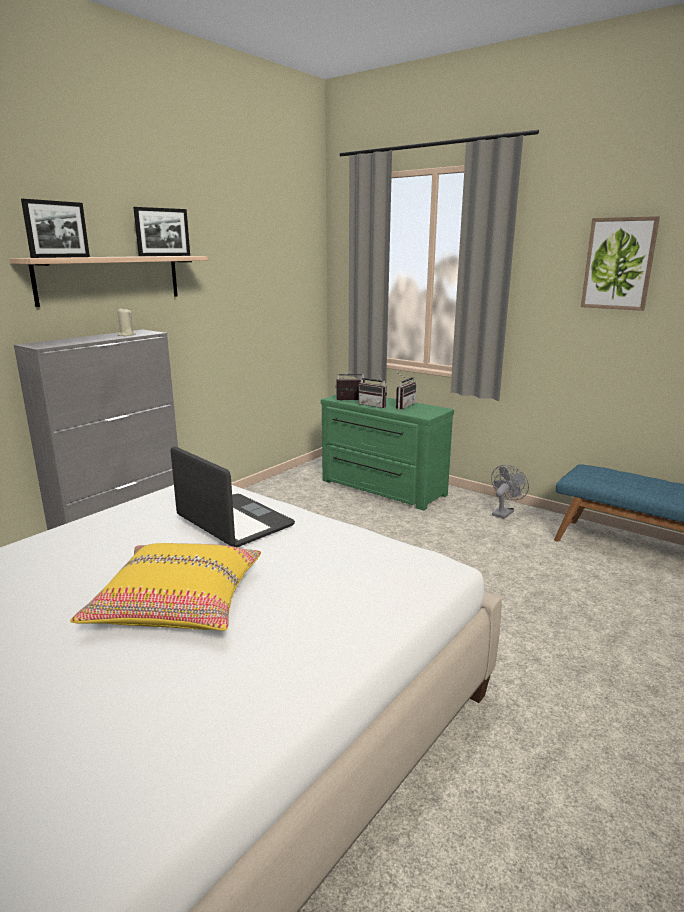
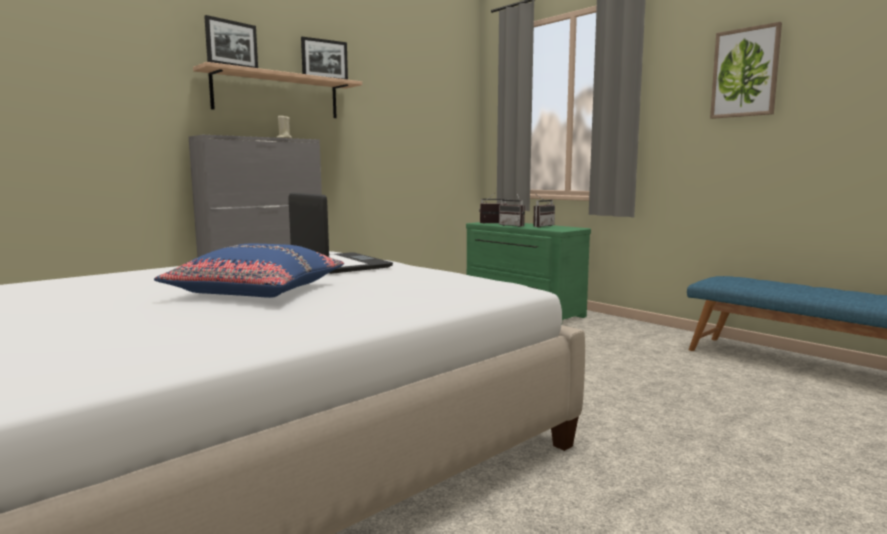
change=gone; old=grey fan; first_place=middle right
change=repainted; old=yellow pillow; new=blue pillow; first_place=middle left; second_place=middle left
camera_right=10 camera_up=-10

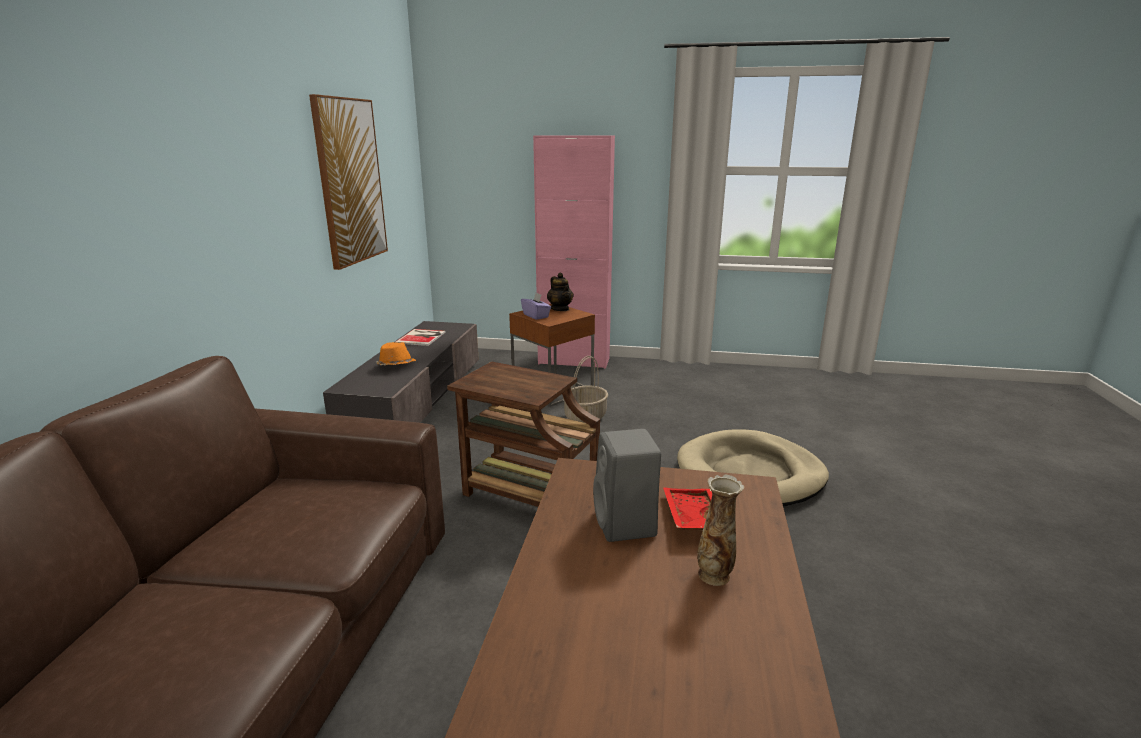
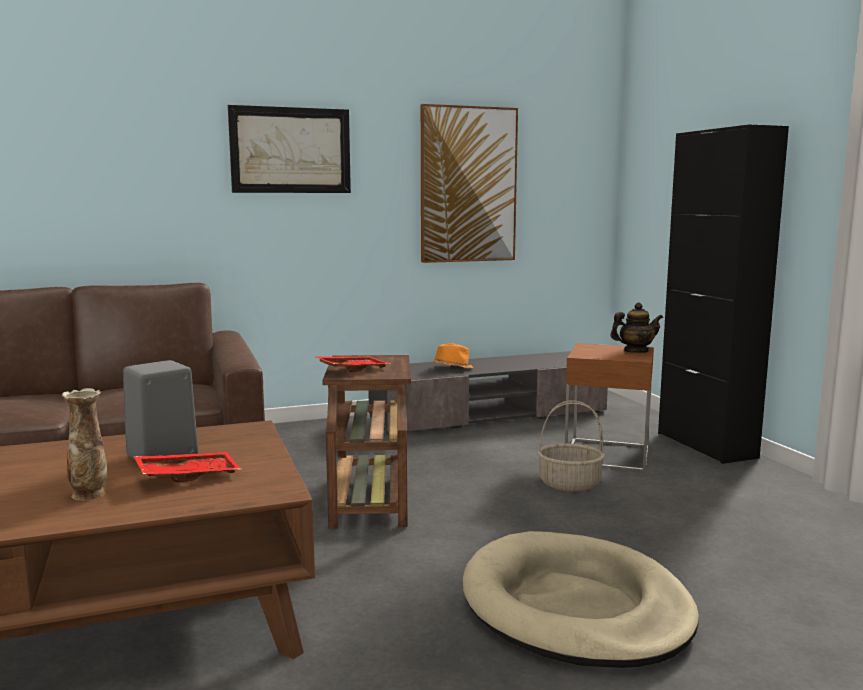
change=gone; old=book; first_place=centre
change=gone; old=purple tissue box; first_place=centre
change=new; new=picture (no. 1 from left); second_place=top centre
change=new; new=red tray (no. 2 from left); second_place=centre
change=repainted; old=pink cabinet; new=black cabinet; first_place=centre; second_place=middle right
change=rotated; old=teapot; first_place=centre; second_place=middle right; degrees=-135
camera_right=60 camera_up=-10

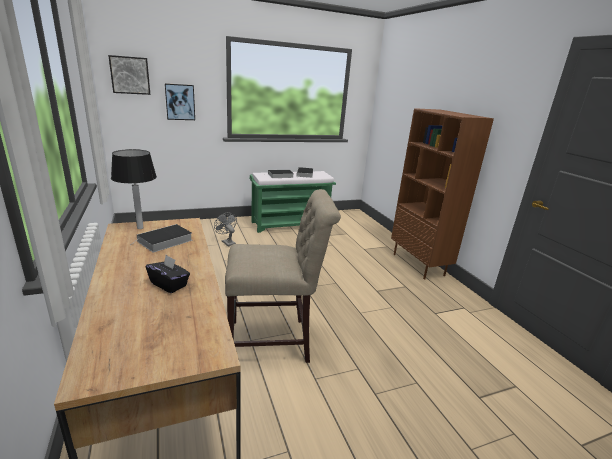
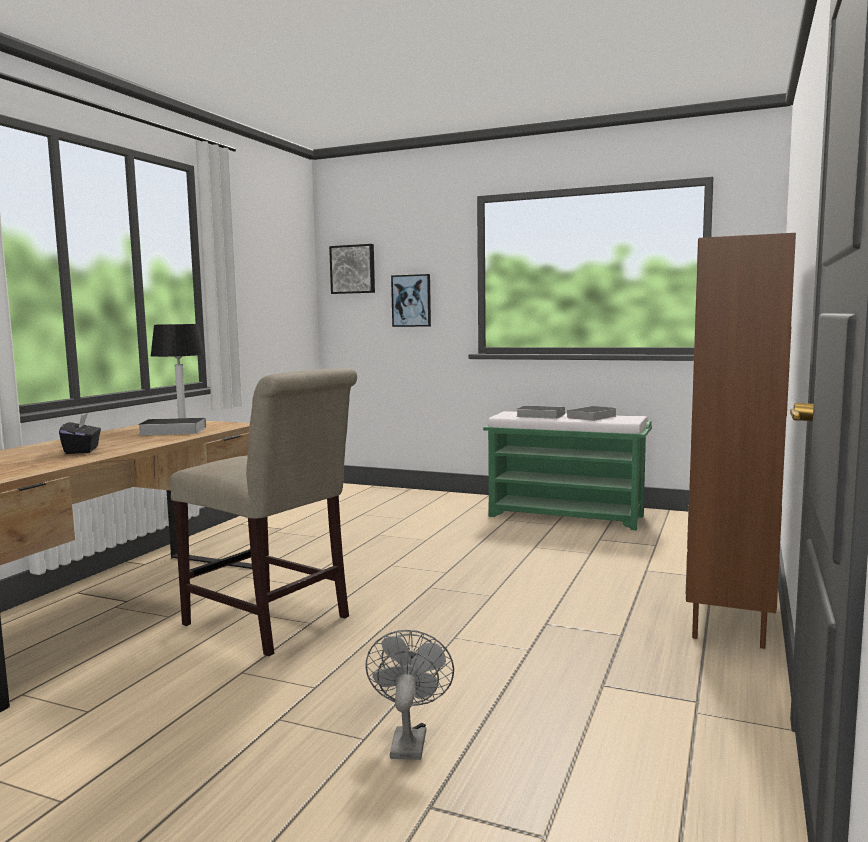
change=shifted; old=grey fan; first_place=centre; second_place=bottom centre
camera_right=45 camera_up=-15

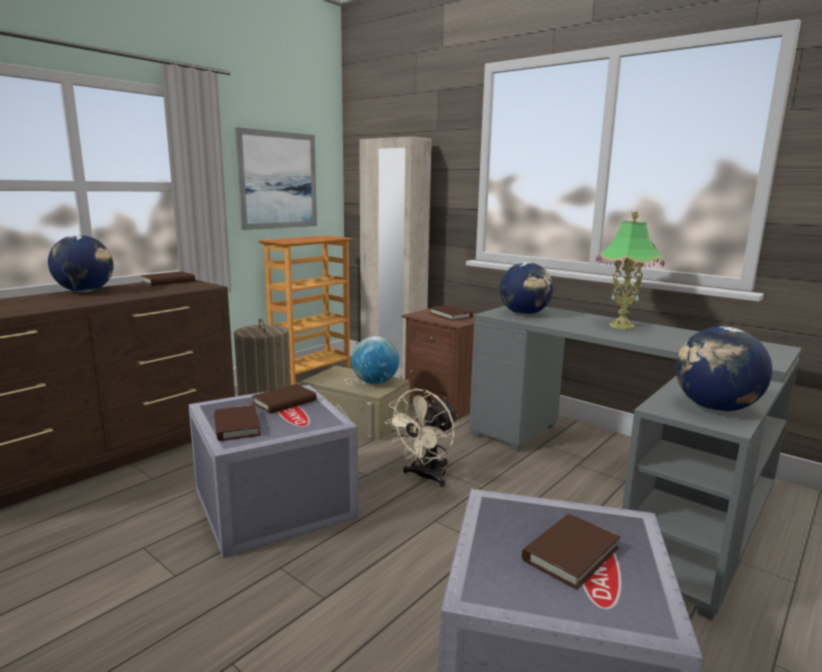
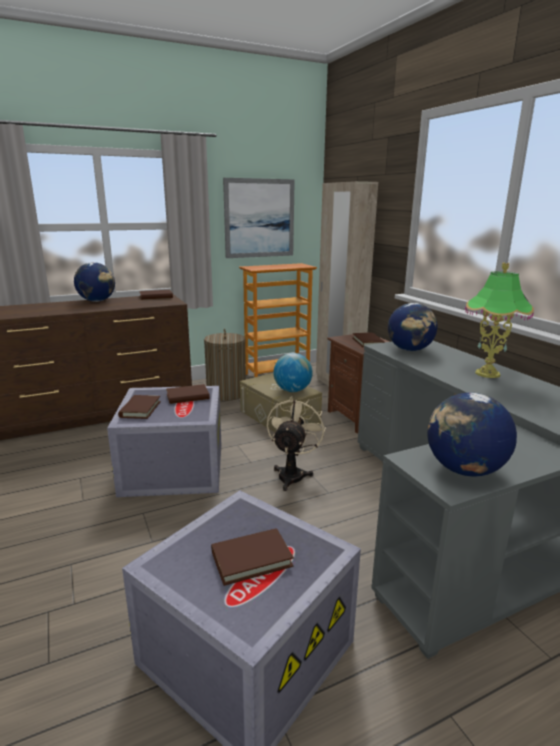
change=rotated; old=beige fan; first_place=centre; second_place=centre; degrees=135
camera_right=25 camera_up=5

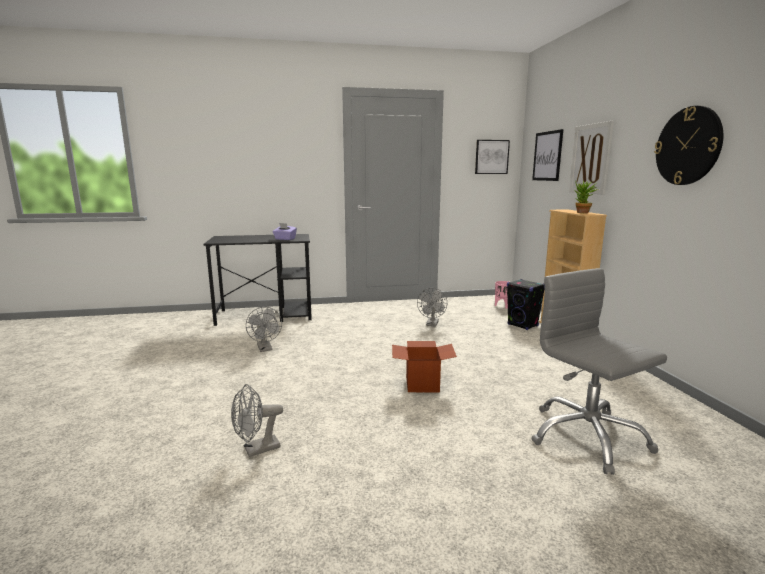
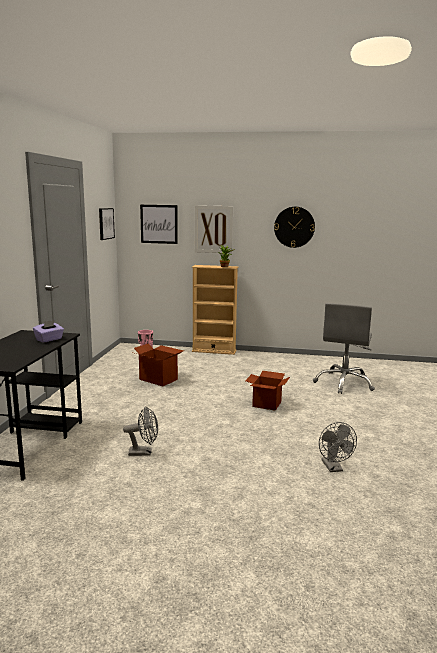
change=gone; old=black speaker; first_place=middle right
change=swapped; old=grey fan (no. 3 from left); new=cardboard box (no. 1 from left); first_place=centre; second_place=centre
change=rotated; old=grey office chair; first_place=middle right; second_place=middle right; degrees=-60
camera_right=-70 camera_up=0

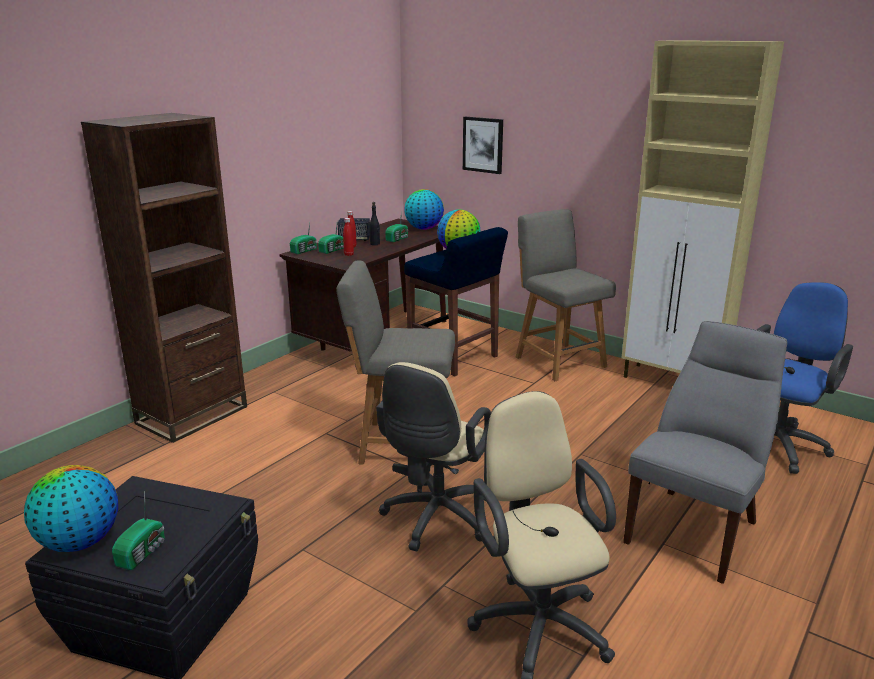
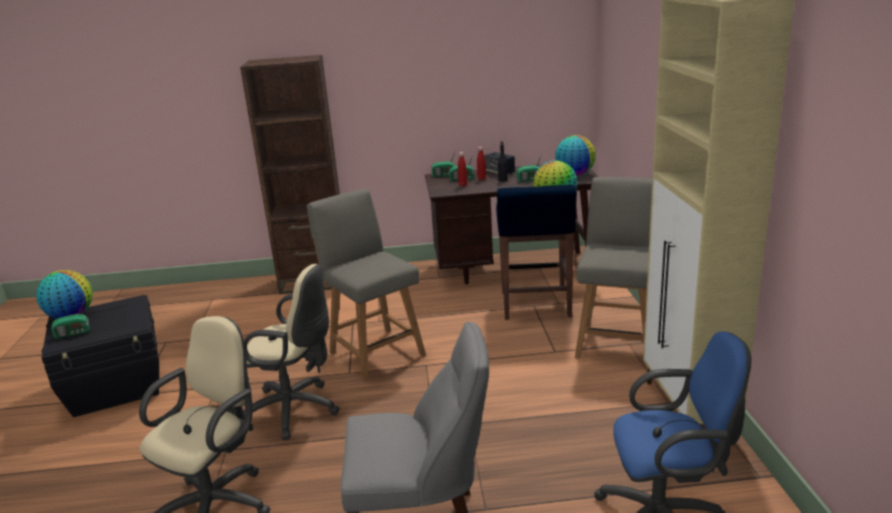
change=gone; old=picture; first_place=top centre
change=rotated; old=beige office chair (no. 1 from left in the first image); first_place=bottom centre; second_place=bottom left; degrees=-150
camera_right=50 camera_up=0

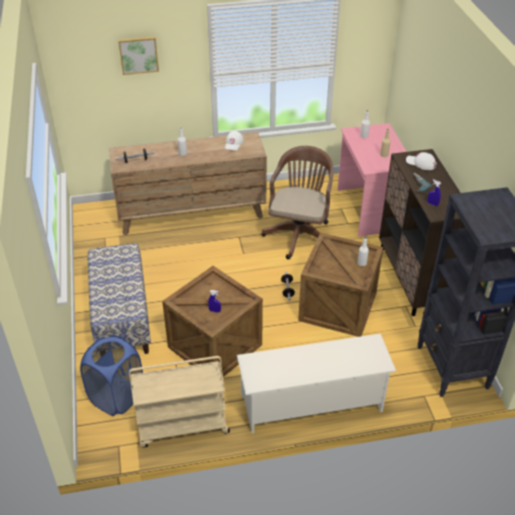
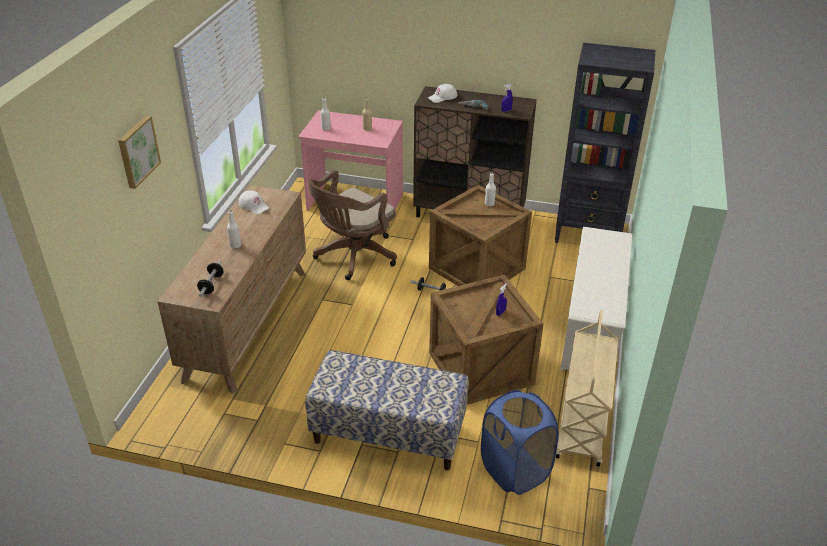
change=rotated; old=brown office chair; first_place=centre; second_place=centre; degrees=-90
camera_right=-65 camera_up=-5

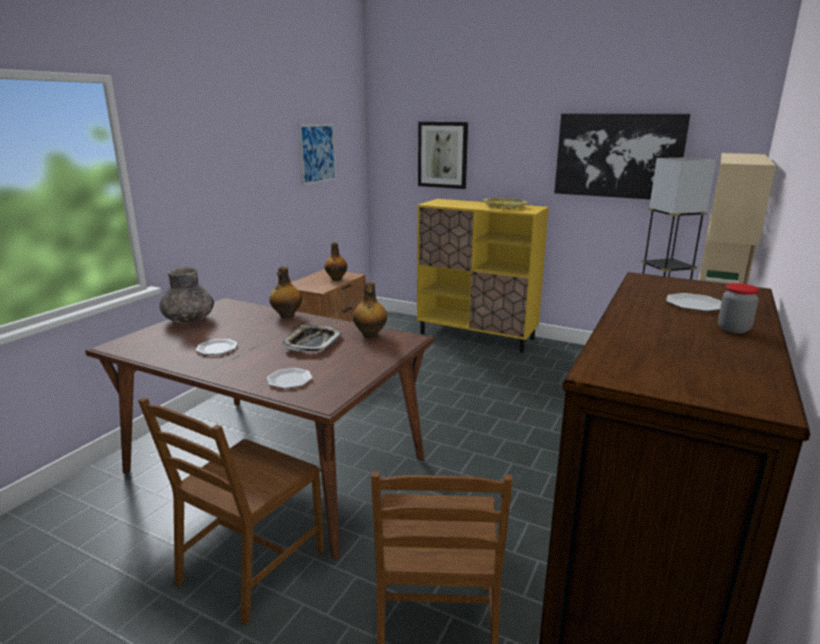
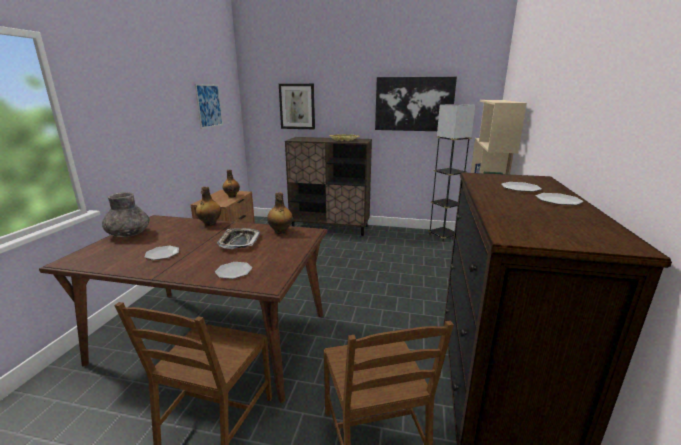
change=swapped; old=jar; new=plate (no. 4 from left); first_place=middle right; second_place=middle right
change=repainted; old=yellow cabinet; new=brown cabinet; first_place=centre; second_place=centre
camera_right=-15 camera_up=0

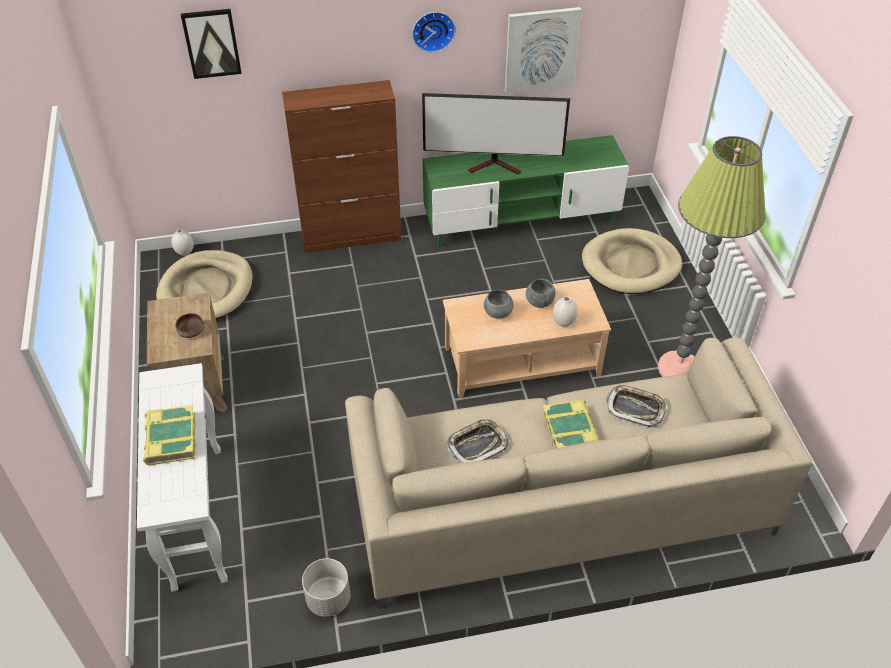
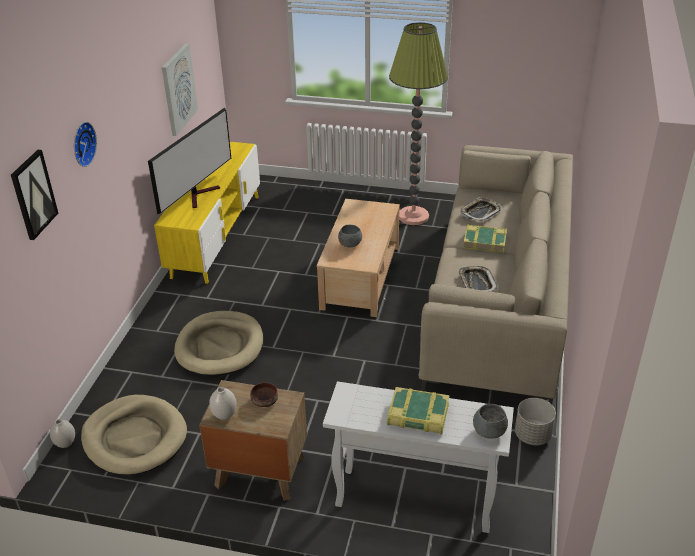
change=gone; old=brown cabinet; first_place=top centre
change=shifted; old=wall clock; first_place=top centre; second_place=top left
change=shifted; old=grey bowl (no. 2 from left); first_place=centre; second_place=bottom right
change=shifted; old=white vase (no. 2 from left); first_place=centre; second_place=bottom left
change=shifted; old=beige dog bed (no. 2 from left); first_place=middle right; second_place=middle left
change=repainted; old=green tv stand; new=yellow tv stand; first_place=top centre; second_place=middle left
camera_right=-65 camera_up=-10

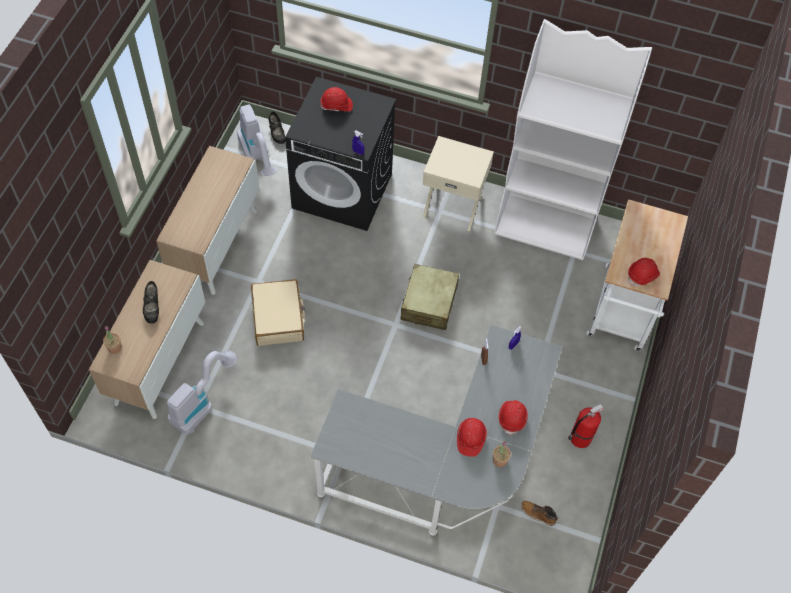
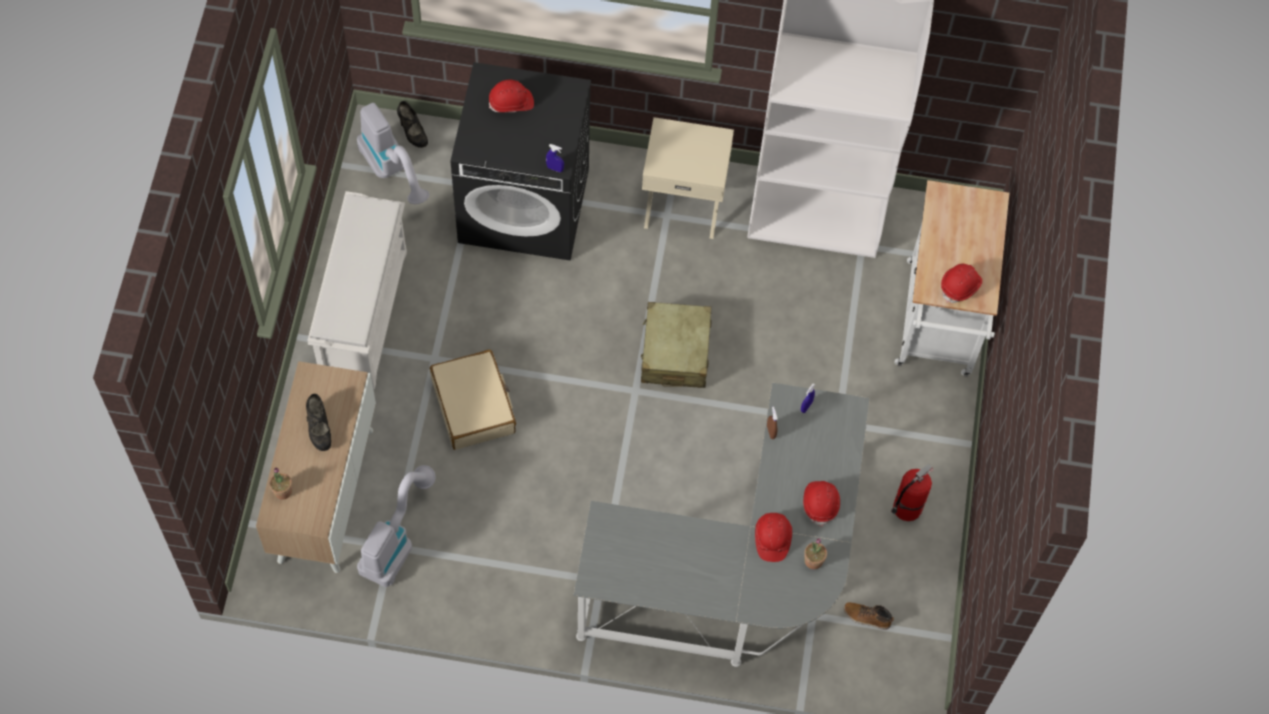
change=swapped; old=cabinet (no. 2 from left); new=white shoe rack; first_place=middle left; second_place=middle left
camera_right=-10 camera_up=5

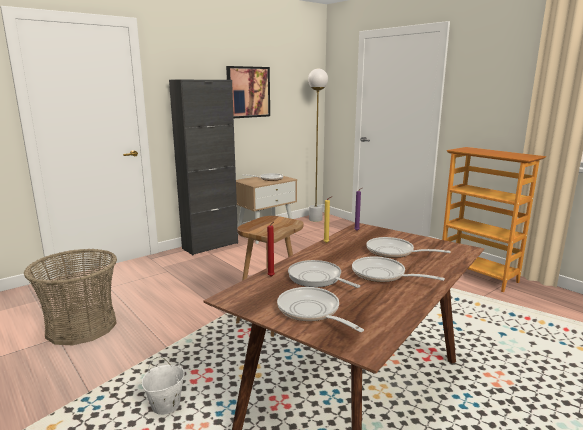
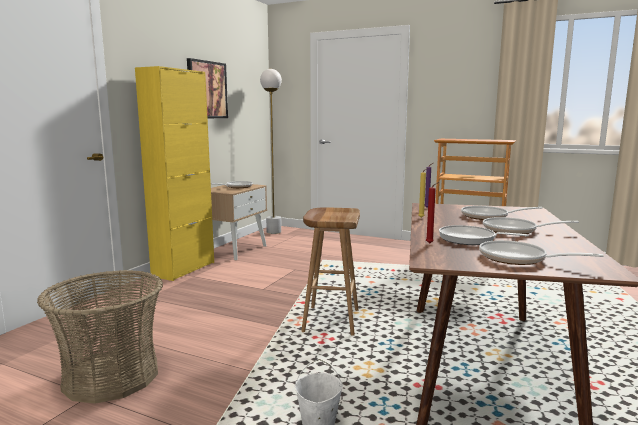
change=repainted; old=black cabinet; new=yellow cabinet; first_place=centre; second_place=middle left
camera_right=-25 camera_up=-5

